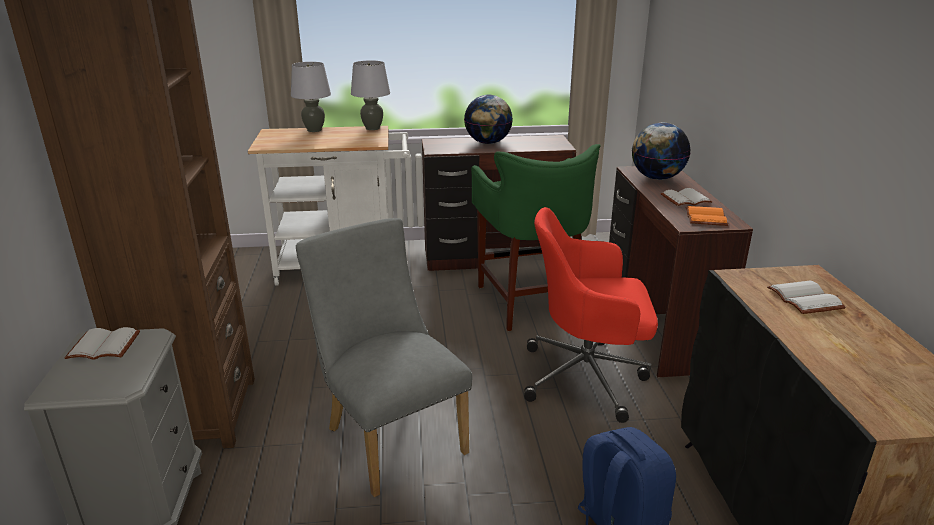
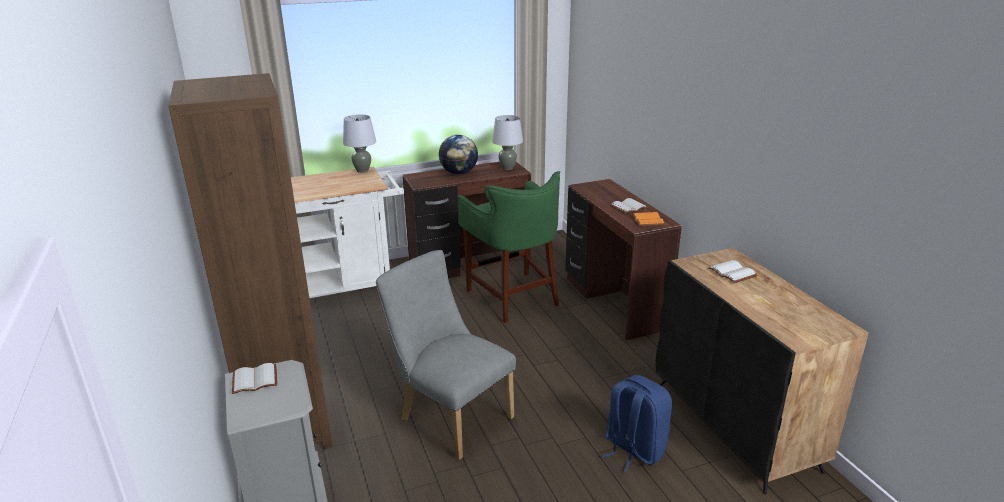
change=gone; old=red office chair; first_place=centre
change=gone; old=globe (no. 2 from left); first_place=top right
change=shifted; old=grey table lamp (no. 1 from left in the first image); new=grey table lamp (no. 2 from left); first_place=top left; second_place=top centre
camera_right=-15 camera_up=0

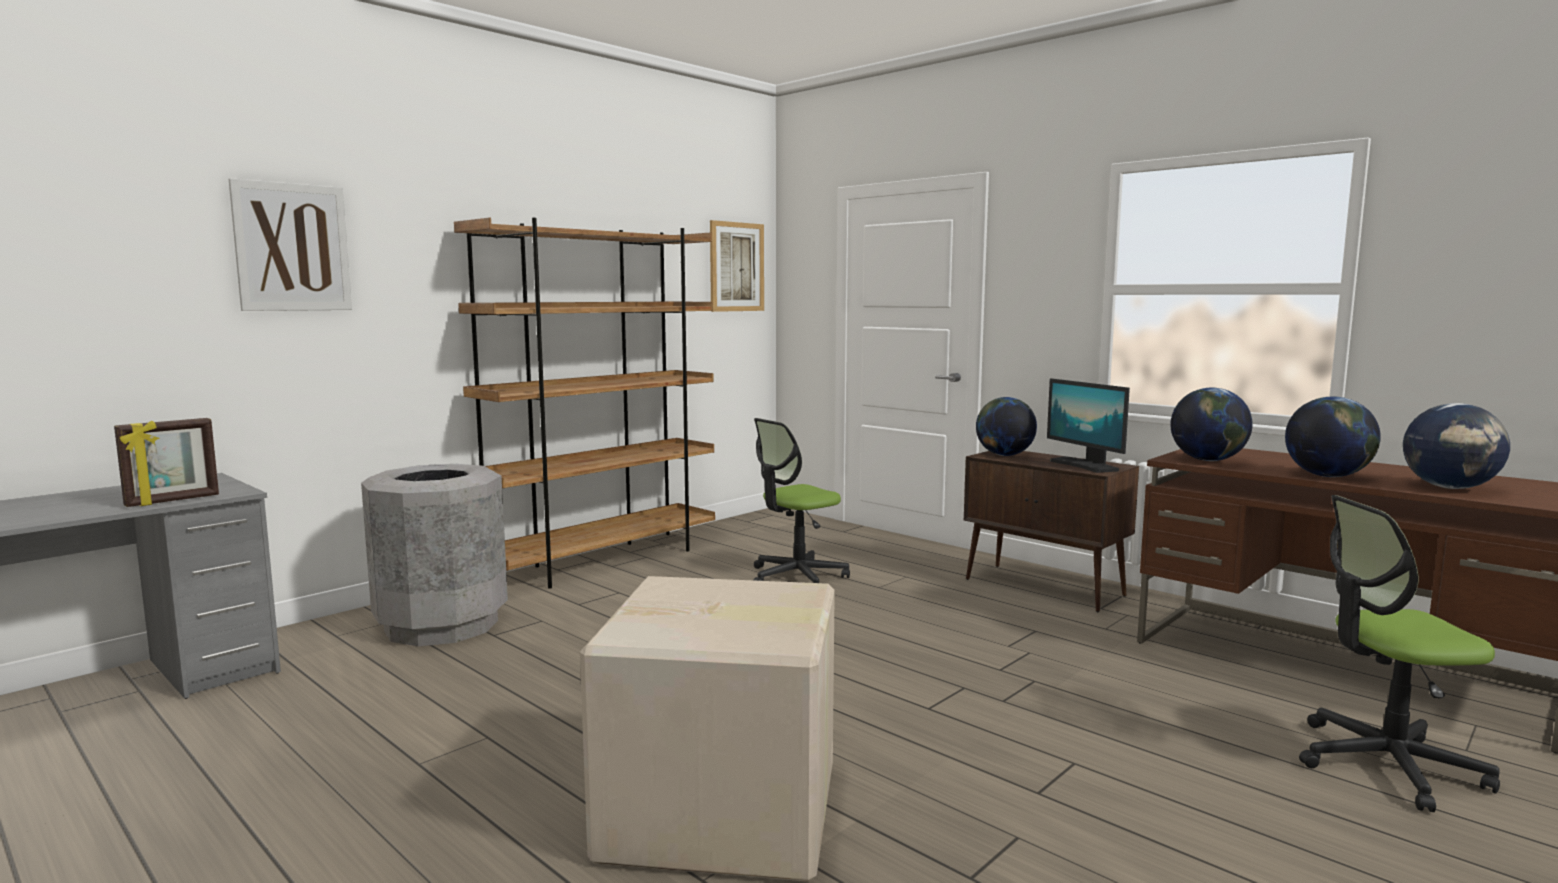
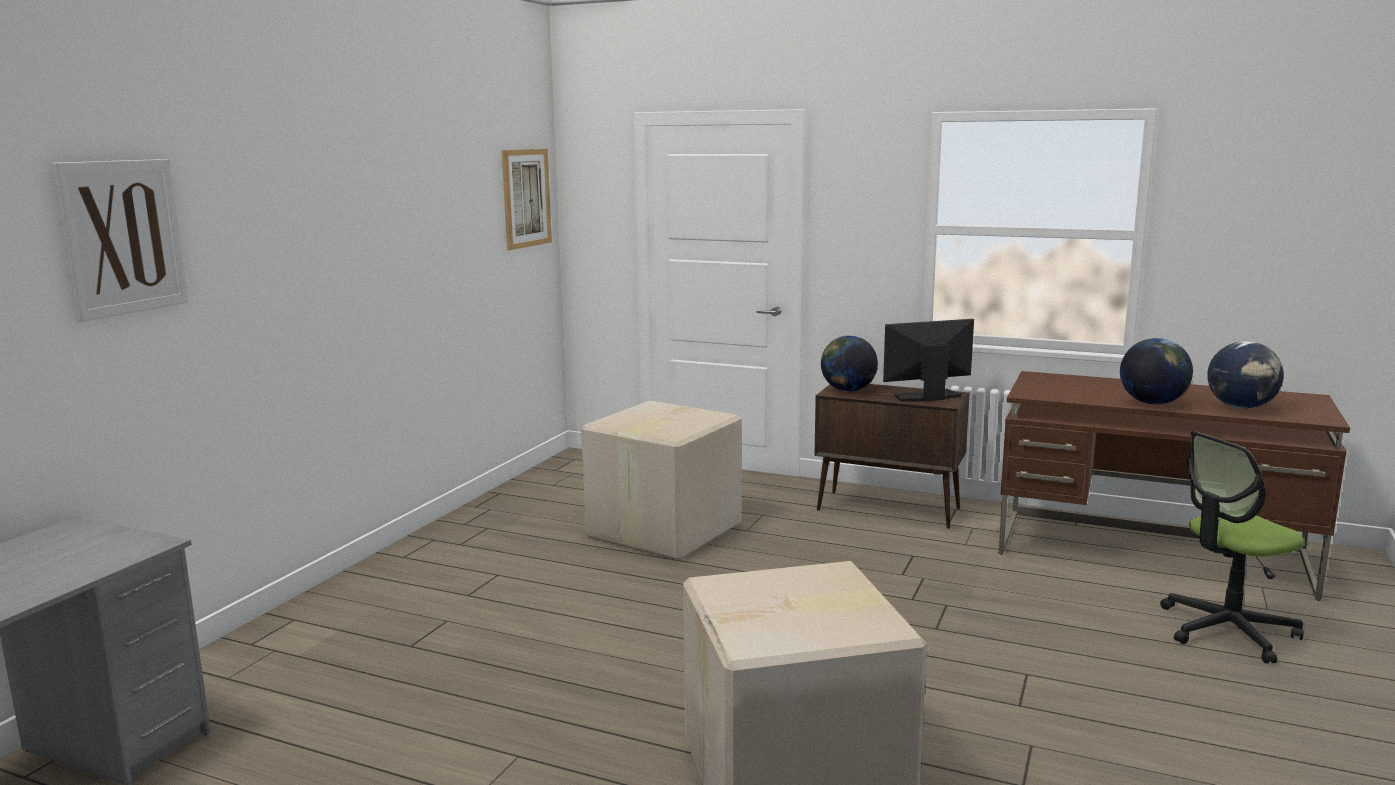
change=gone; old=picture frame; first_place=middle left
change=gone; old=grey trash can; first_place=middle left
change=gone; old=brown bookcase; first_place=centre
change=gone; old=globe (no. 2 from left); first_place=middle right
change=swapped; old=office chair (no. 1 from left); new=cardboard box (no. 1 from left); first_place=centre; second_place=centre
change=rotated; old=monitor; first_place=middle right; second_place=centre; degrees=120
camera_right=-20 camera_up=5

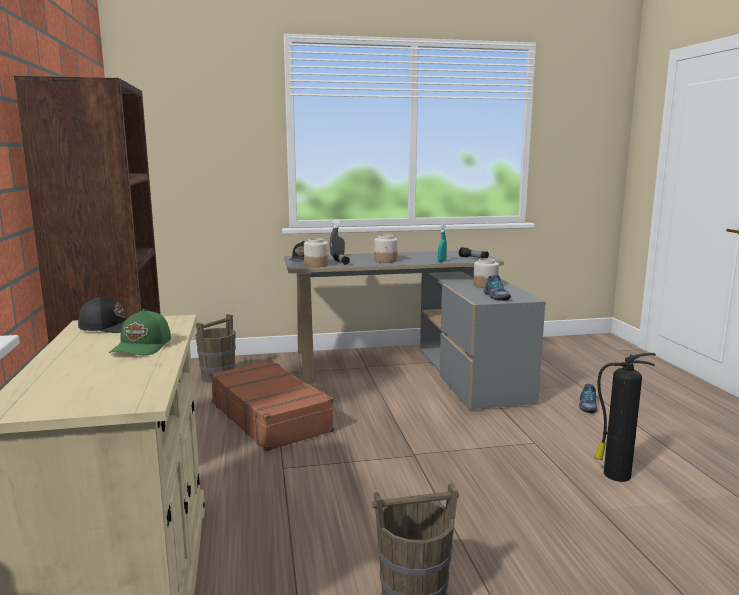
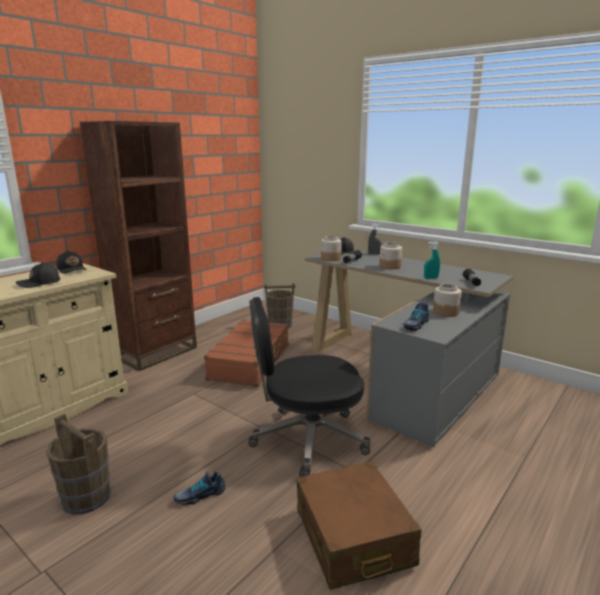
change=new; new=black office chair; second_place=centre
change=shifted; old=shoe (no. 2 from left in the first image); new=shoe (no. 1 from left); first_place=bottom right; second_place=bottom centre
change=swapped; old=fire extinguisher; new=brown suitcase (no. 2 from left); first_place=bottom right; second_place=bottom centre
change=repainted; old=green cap; new=black cap (no. 1 from left); first_place=middle left; second_place=middle left
camera_right=50 camera_up=5

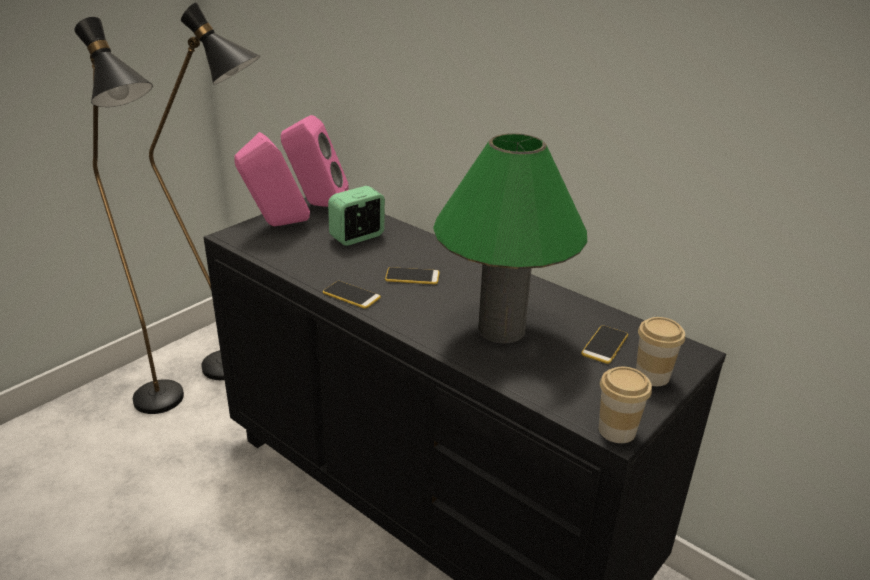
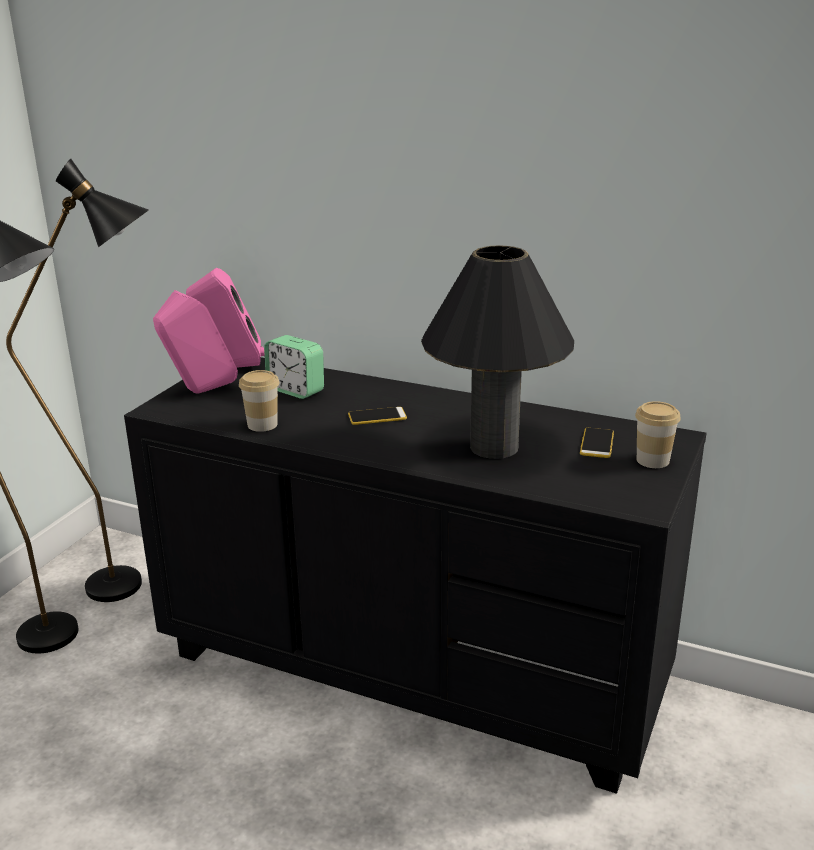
change=gone; old=phone (no. 1 from left); first_place=centre
change=shifted; old=cup (no. 1 from left); first_place=bottom right; second_place=middle left
change=repainted; old=green table lamp; new=black table lamp; first_place=centre; second_place=centre
change=rotated; old=alarm clock; first_place=centre; second_place=centre; degrees=-90
camera_right=-15 camera_up=-5

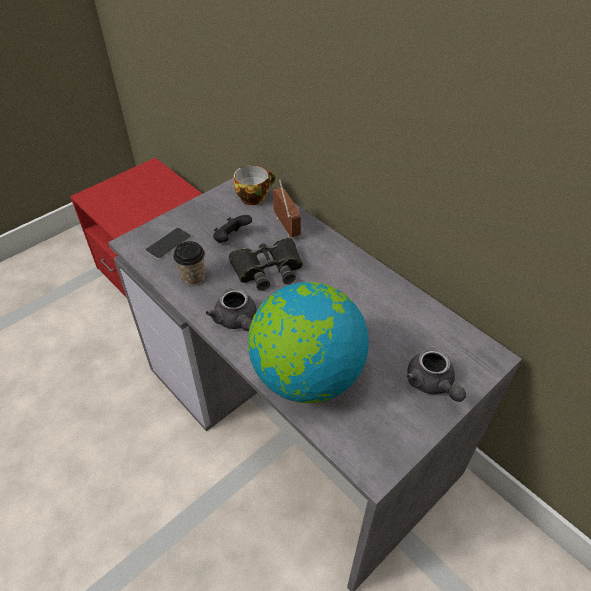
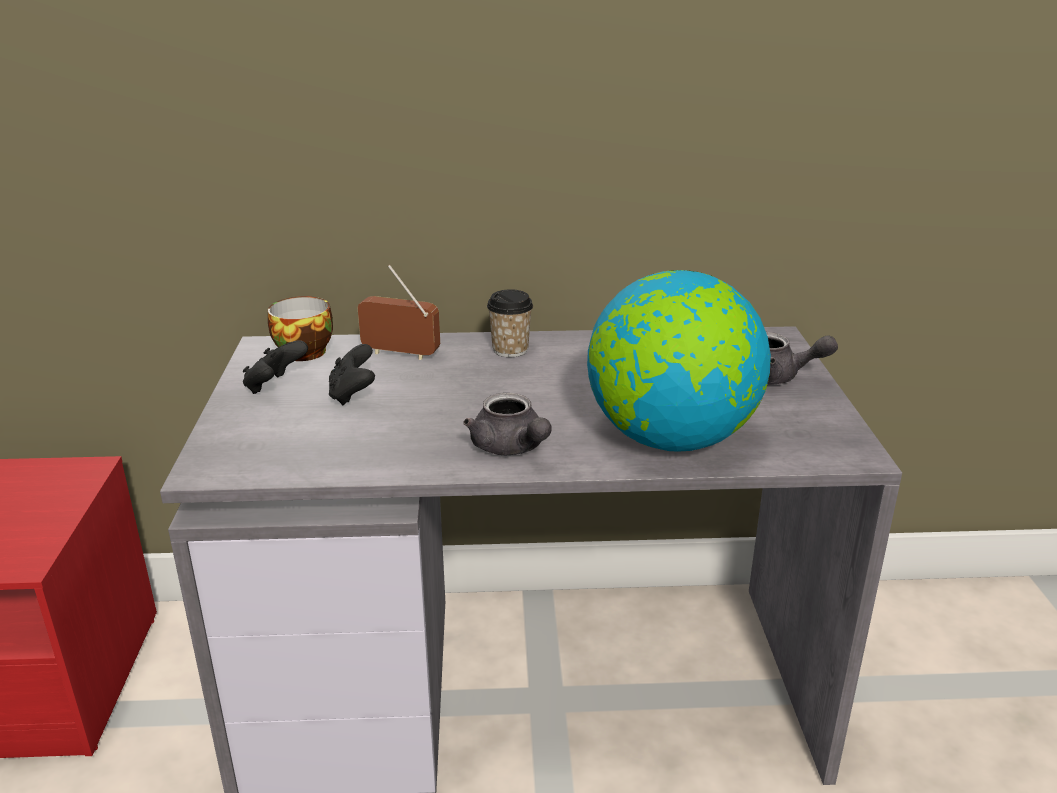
change=gone; old=phone; first_place=middle left
change=gone; old=black binoculars; first_place=centre
change=new; new=black game controller (no. 1 from left); second_place=middle left
change=shifted; old=cup (no. 1 from left in the first image); new=cup (no. 2 from left); first_place=middle left; second_place=centre
change=rotated; old=grey teapot (no. 1 from left); first_place=centre; second_place=centre; degrees=45
camera_right=-50 camera_up=-20

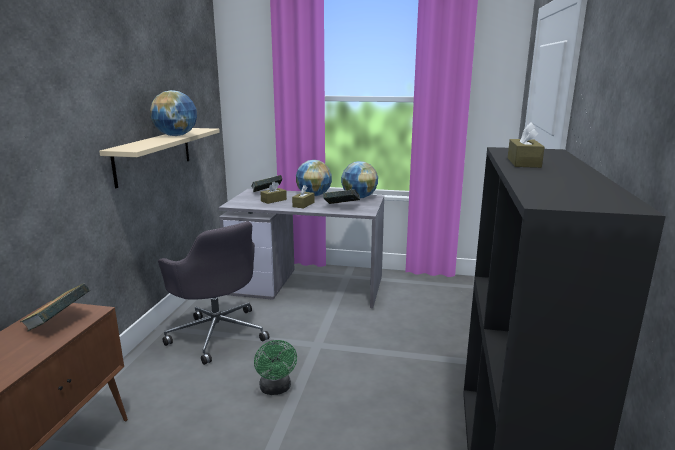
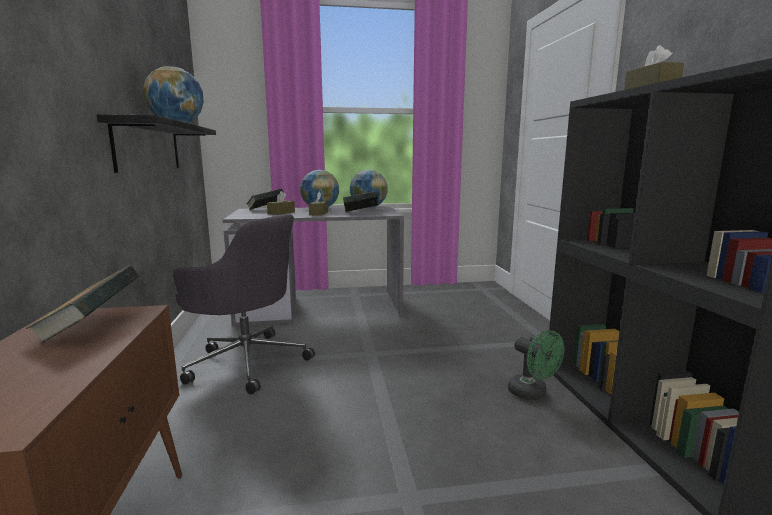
change=shifted; old=green fan; first_place=bottom centre; second_place=bottom right
change=repainted; old=beige shelf; new=black shelf; first_place=middle left; second_place=top left
camera_right=-20 camera_up=-5

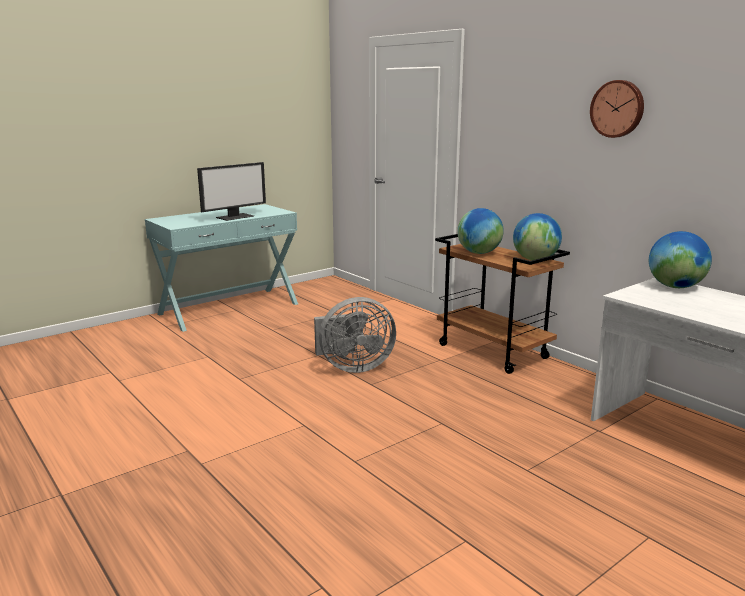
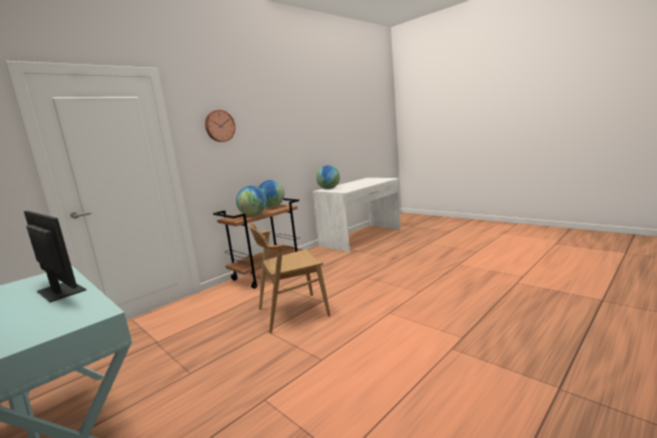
change=shifted; old=wall clock; first_place=top right; second_place=top centre
change=swapped; old=grey fan; new=brown chair; first_place=centre; second_place=centre
camera_right=-95 camera_up=-5

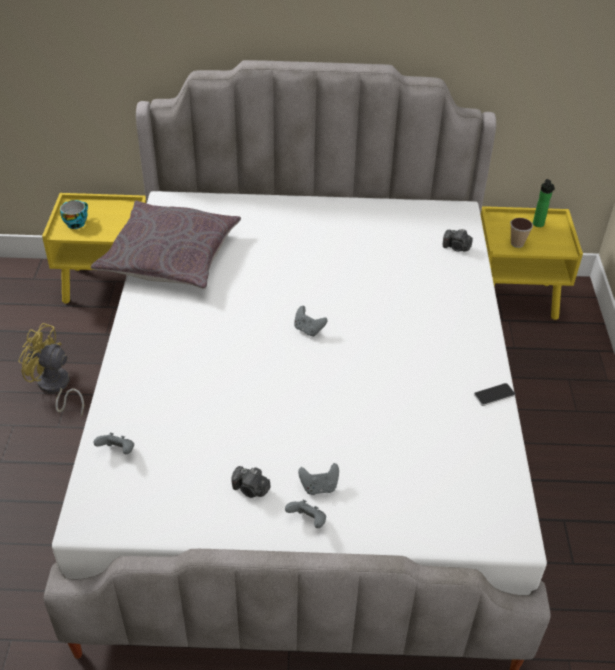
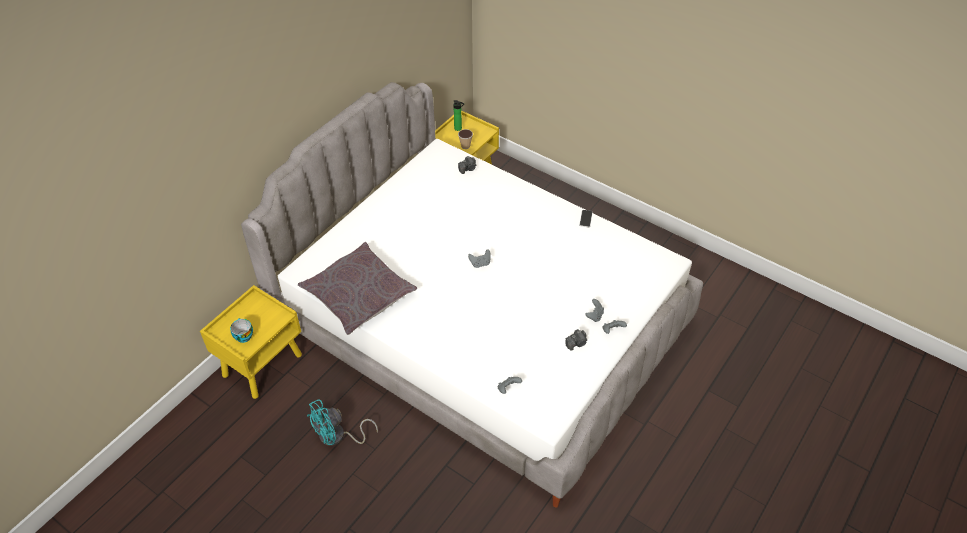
change=repainted; old=yellow fan; new=turquoise fan; first_place=middle left; second_place=bottom centre
camera_right=-55 camera_up=5

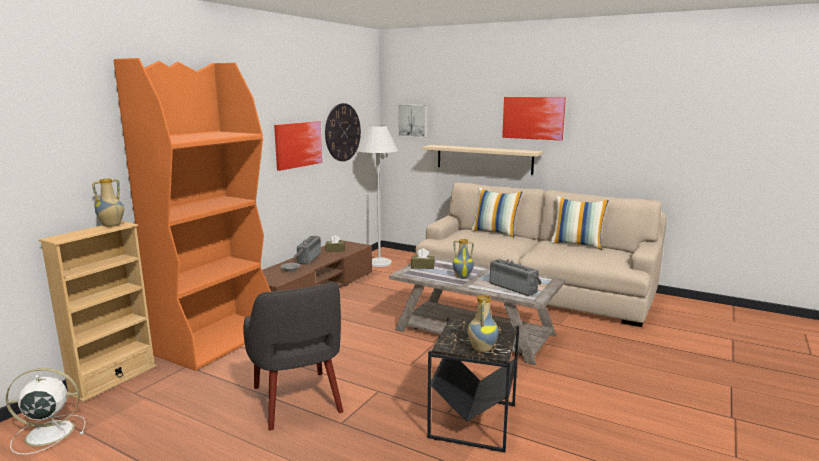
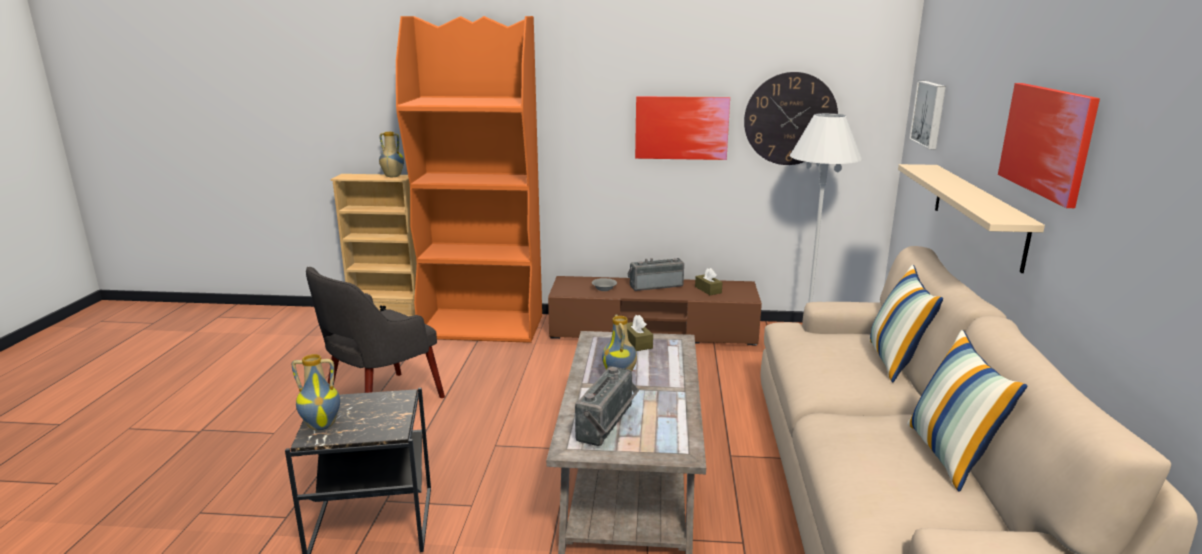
change=gone; old=white fan; first_place=bottom left
camera_right=65 camera_up=5

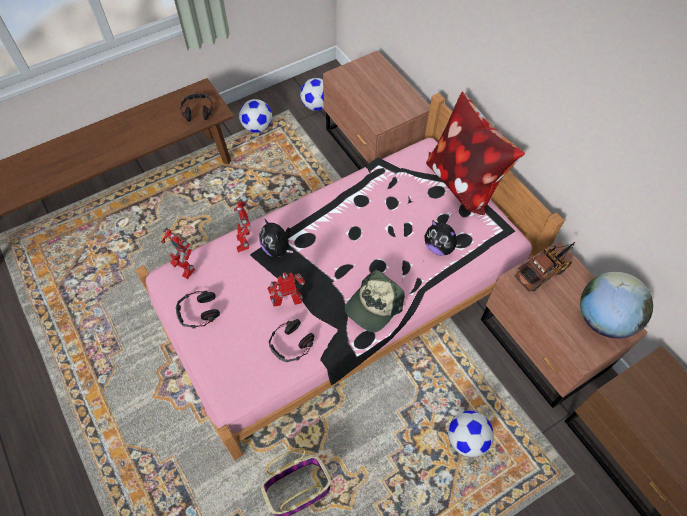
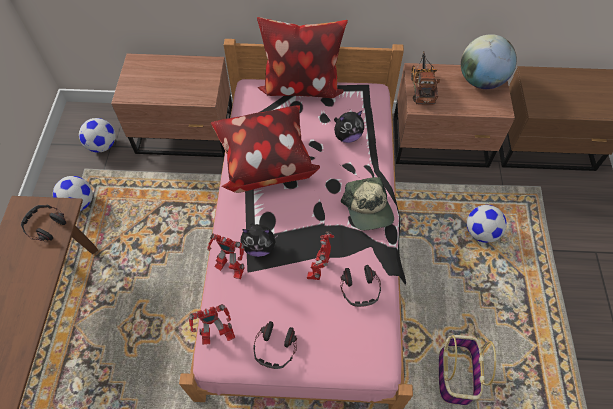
change=new; new=pillow (no. 1 from left); second_place=centre
camera_right=-55 camera_up=0

